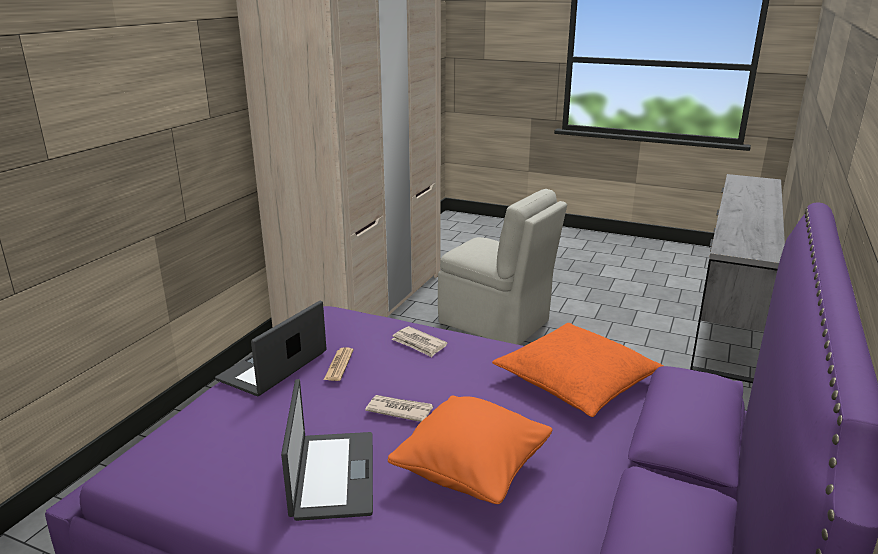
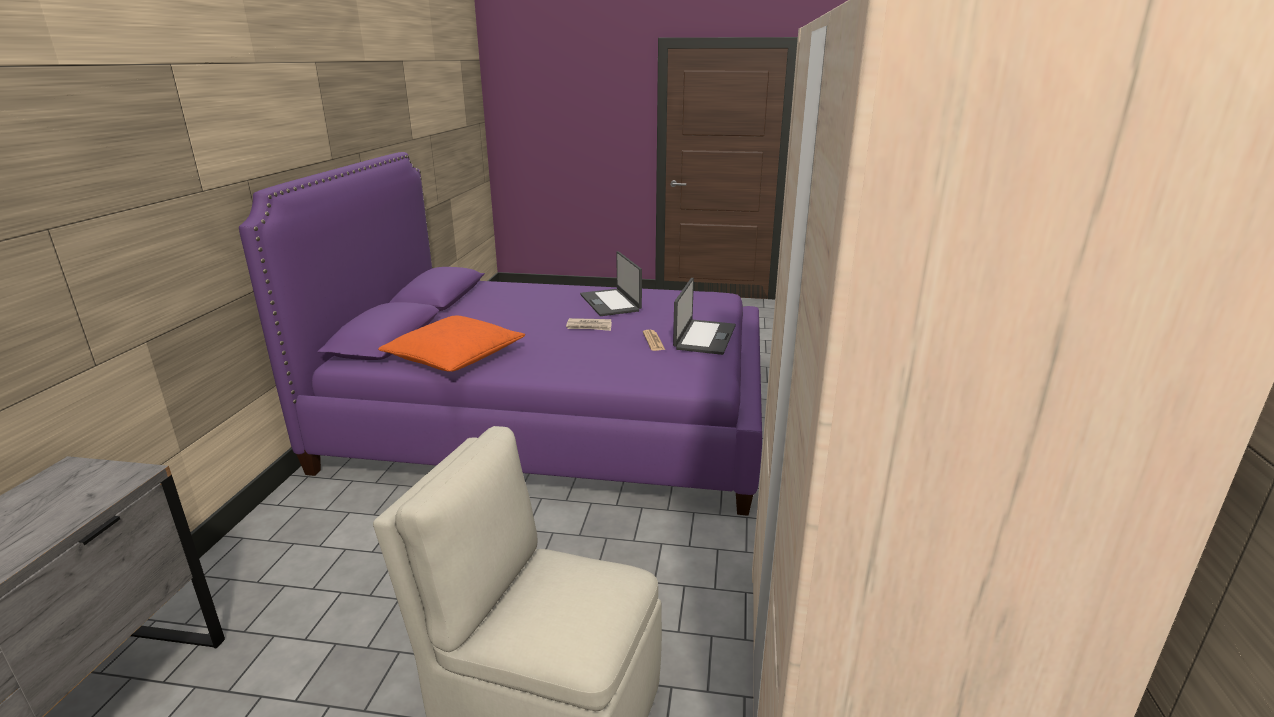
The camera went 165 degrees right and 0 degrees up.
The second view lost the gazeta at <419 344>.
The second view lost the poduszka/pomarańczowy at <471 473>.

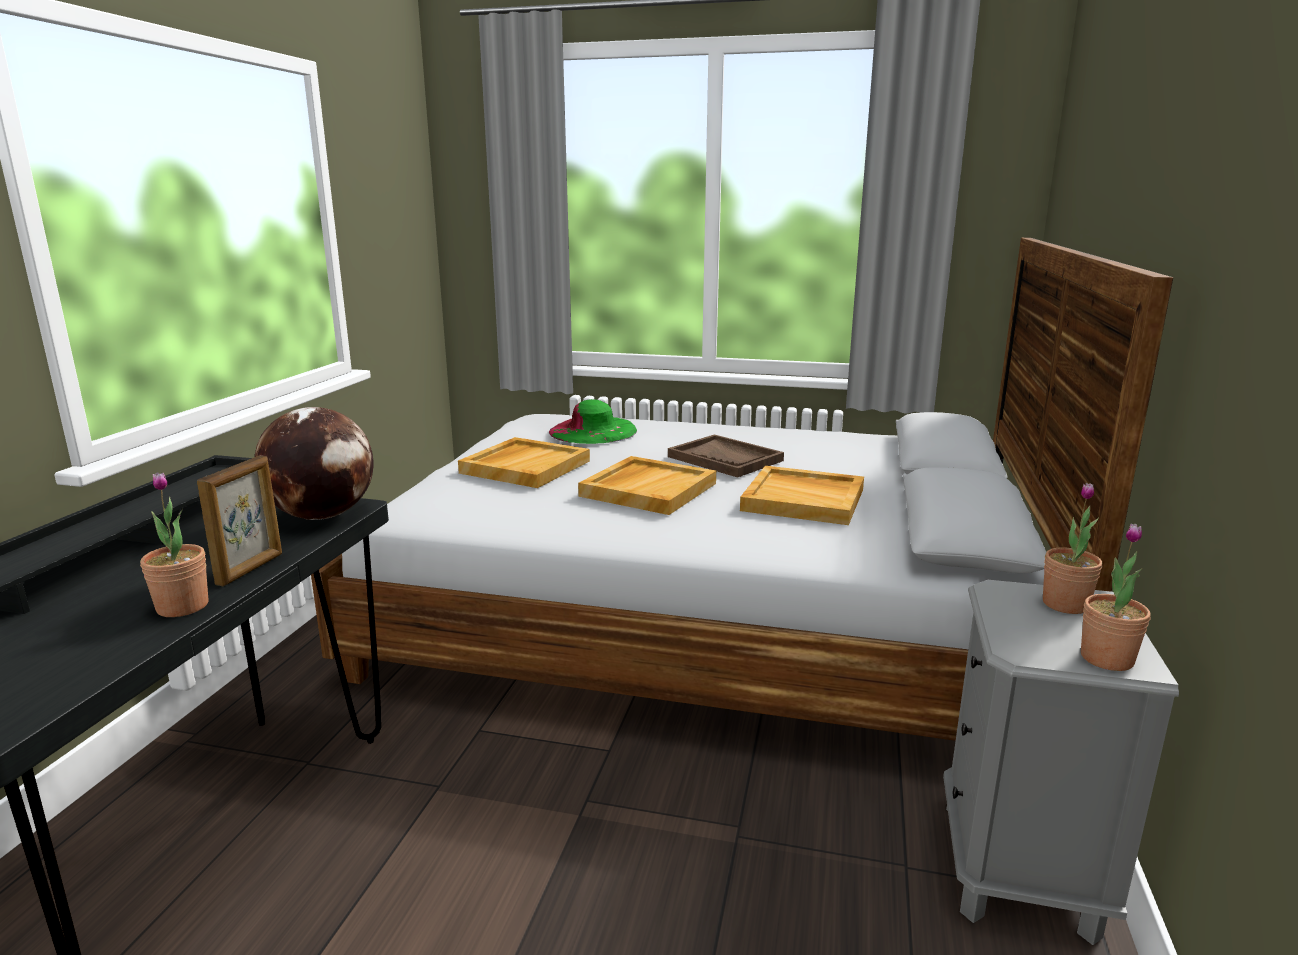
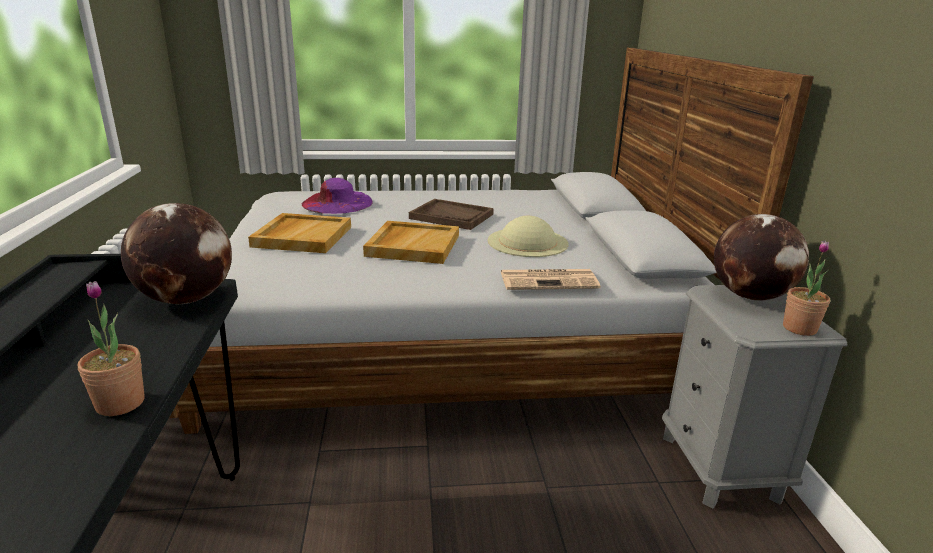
The camera went 20 degrees left and 5 degrees up.
What was the kapelusz/zielony at <593 431> turned into the kapelusz/fioletowy at <337 203>.
The second view lost the ramka na zdjęcie at <251 569>.
Where the taca/beżowy stood at <804 499>, the kapelusz/beżowy came to stand at <527 242>.
Where the roślina doniczkowa stood at <1065 604>, the globus came to stand at <750 296>.
The second view gained the gazeta at <549 280>.

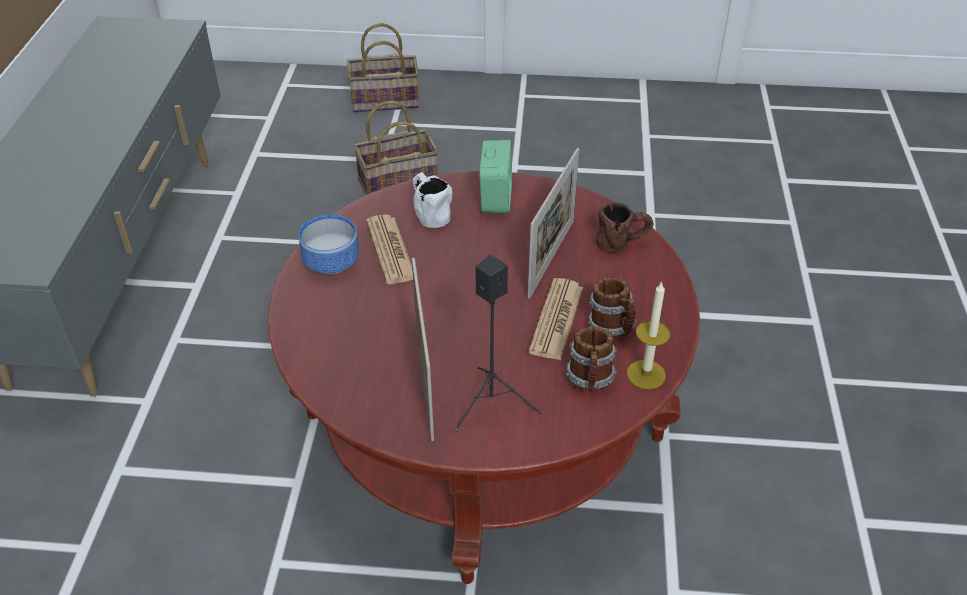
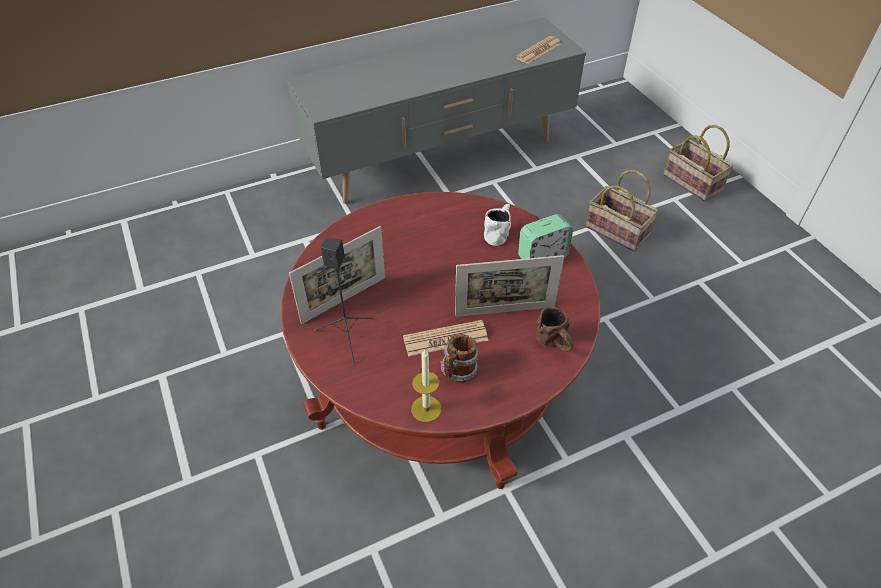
The camera went 60 degrees right and 5 degrees up.
The gazeta ended up elsewhere, having gone from <390 250> to <538 51>.
The second view lost the miska at <333 264>.
The second view lost the kubek at <590 381>.

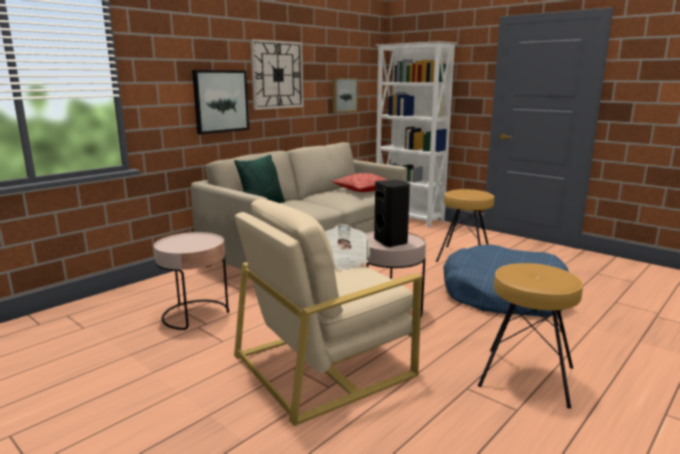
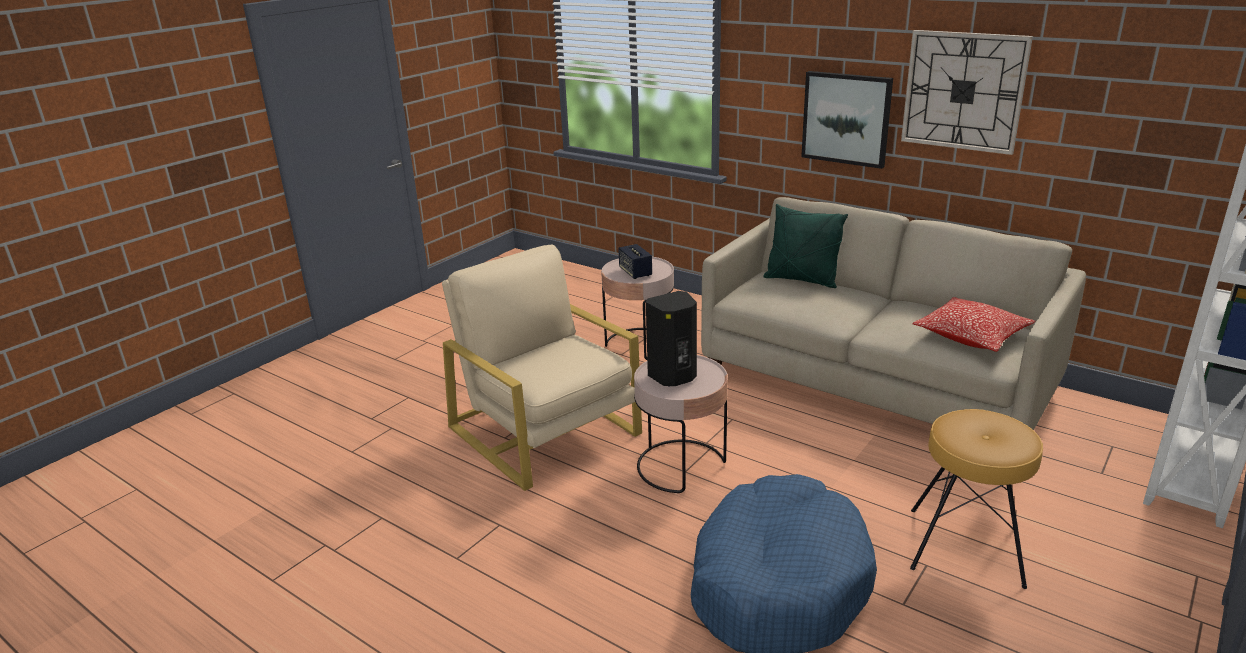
The camera went 85 degrees right and 10 degrees up.
The second view lost the obraz at <343 95>.
The second view lost the gazeta at <345 260>.
The second view lost the stołek/brązowy at <526 375>.
The second view gained the głośnik at <635 272>.

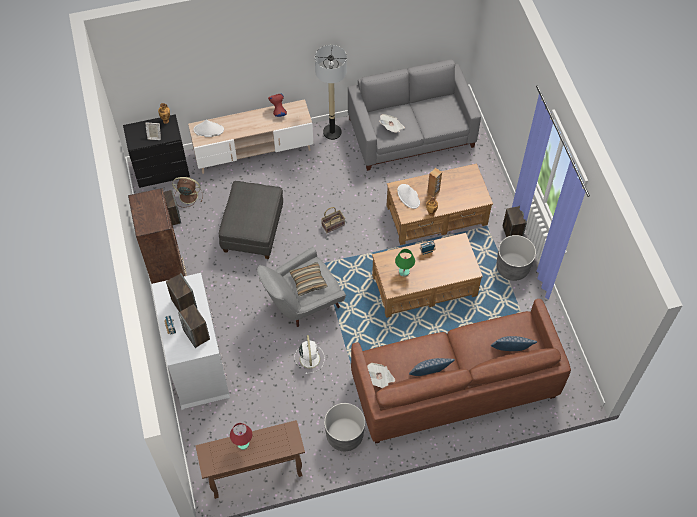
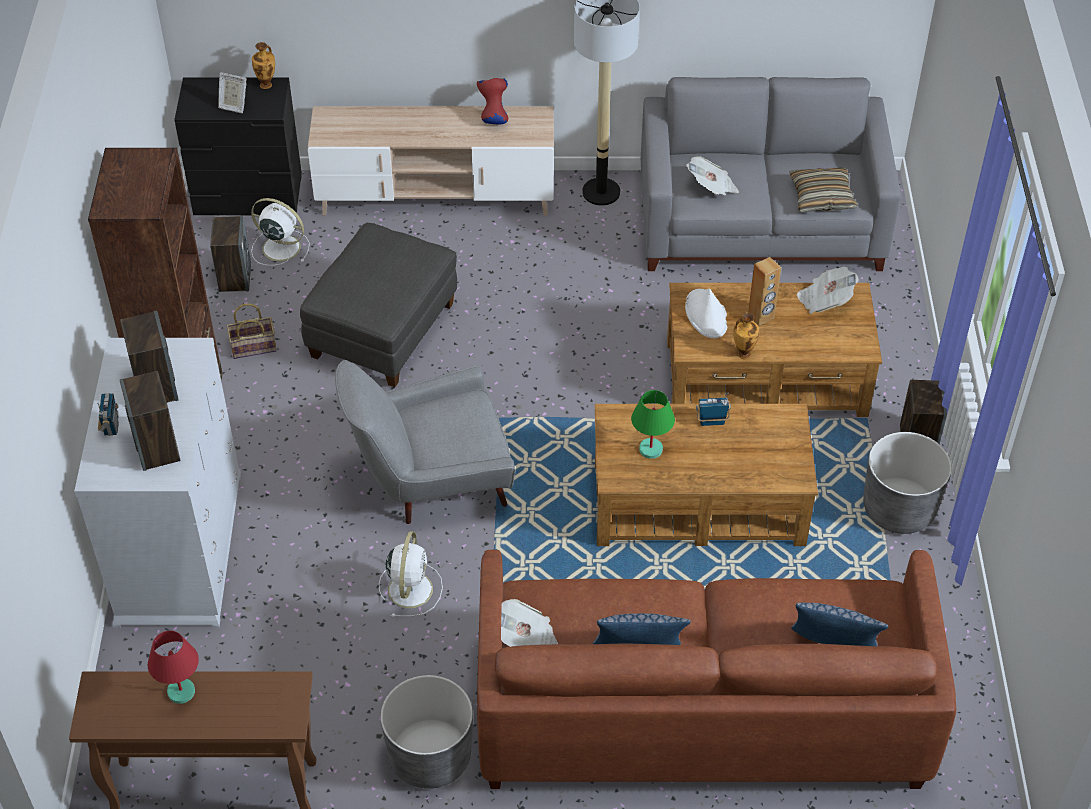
The camera went 15 degrees right and 10 degrees down.
The second view lost the kapelusz/biały at <208 130>.
What was the wentylator/brązowy at <187 196> turned into the wentylator/biały at <279 247>.
The koszyk ended up elsewhere, having gone from <333 224> to <254 346>.
The poduszka ended up elsewhere, having gone from <308 281> to <821 197>.
The second view gained the gazeta at <825 300>.

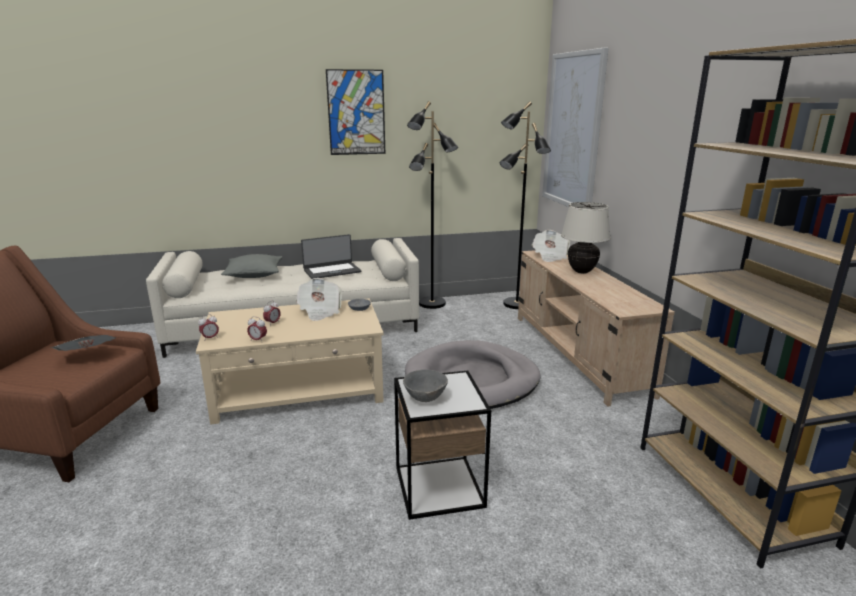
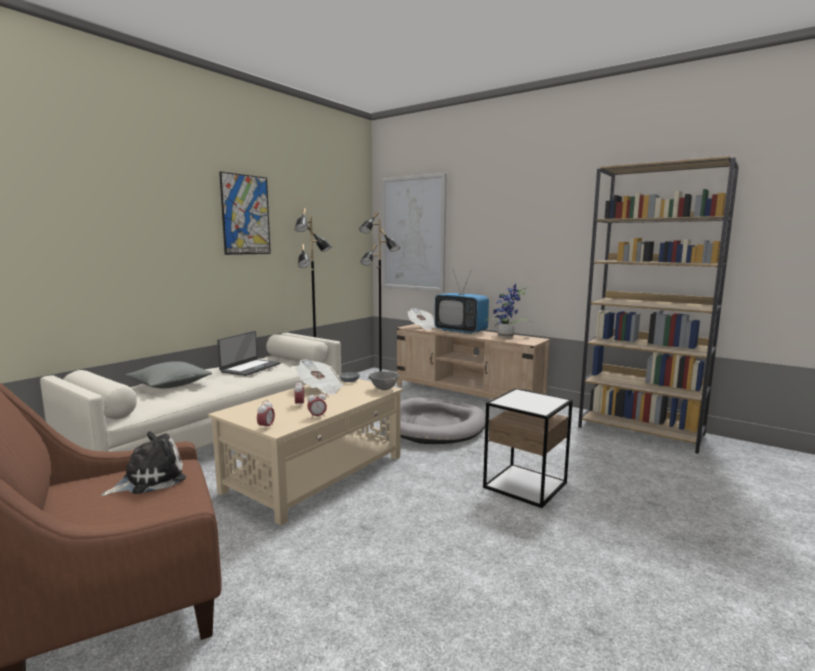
The camera went 40 degrees left and 10 degrees down.
Where the lampa stołowa/beżowy stood at <582 271>, the telewizor came to stand at <461 331>.
Where the gazeta stood at <88 357>, the pluszak came to stand at <150 479>.
The miska/szary ended up elsewhere, having gone from <425 399> to <384 389>.
The second view gained the roślina doniczkowa at <506 337>.

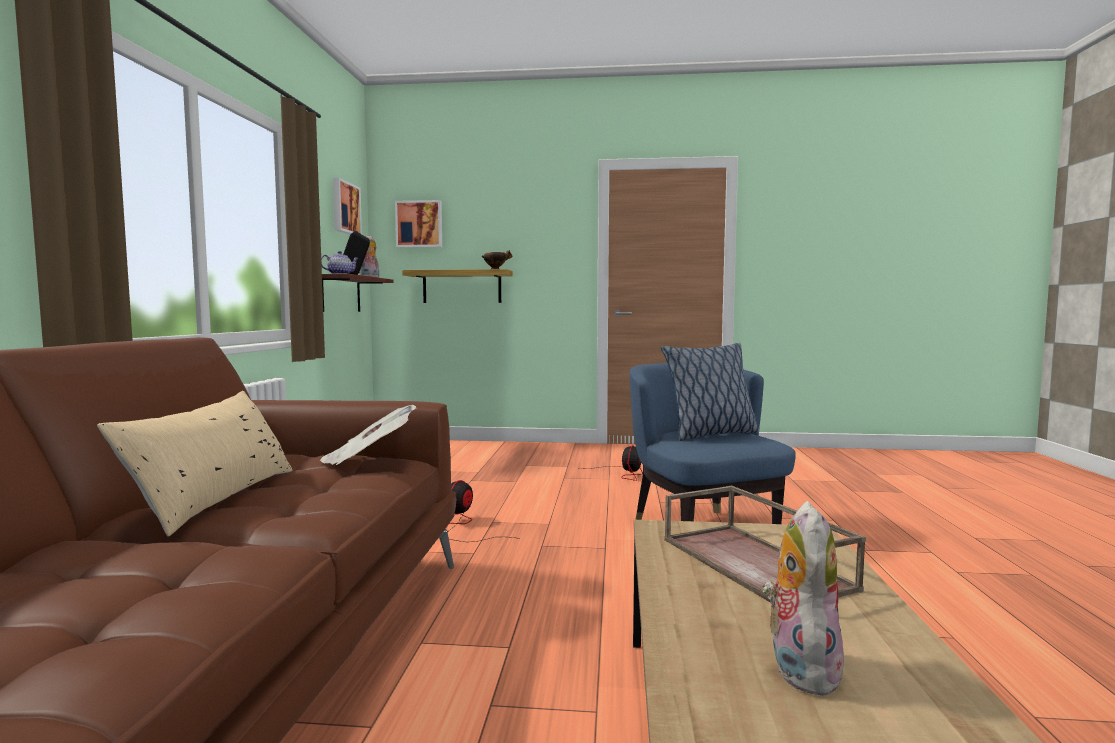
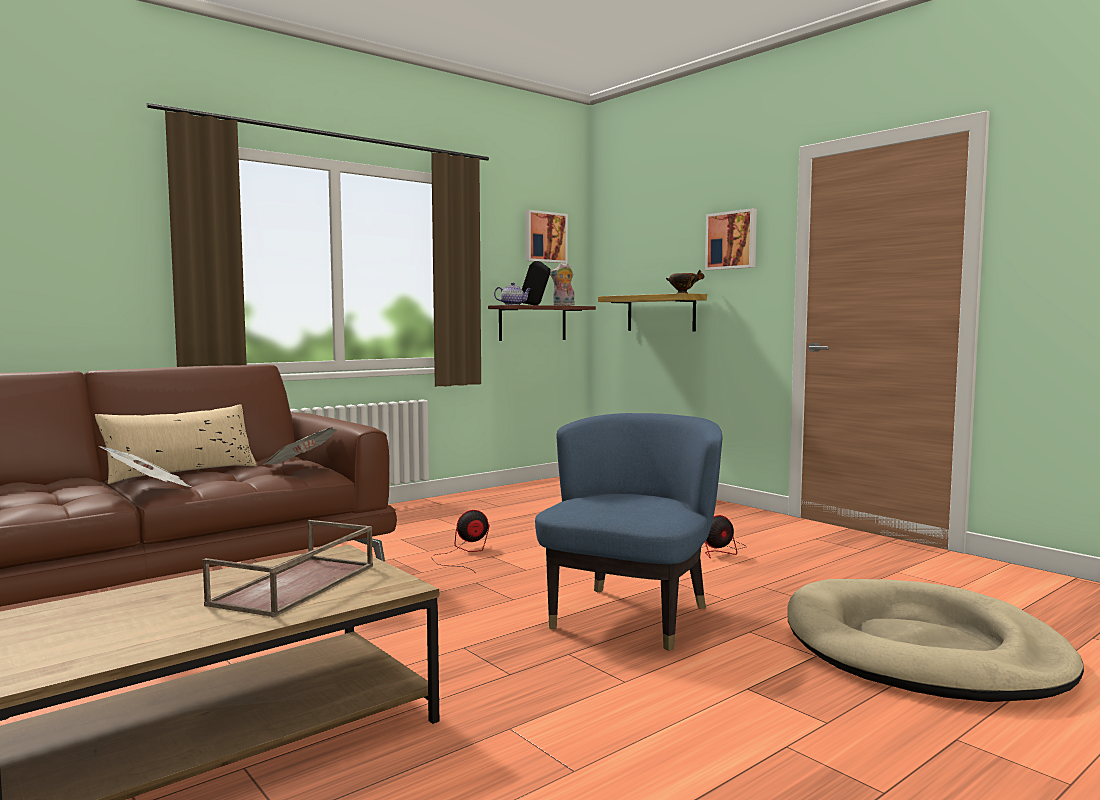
The camera went 45 degrees right and 0 degrees up.
The obraz ended up elsewhere, having gone from <419 224> to <732 240>.
The second view lost the poduszka at <710 435>.
The second view lost the pluszak at <799 667>.
The second view gained the gazeta at <149 489>.
The second view gained the legowisko/beżowy at <922 650>.

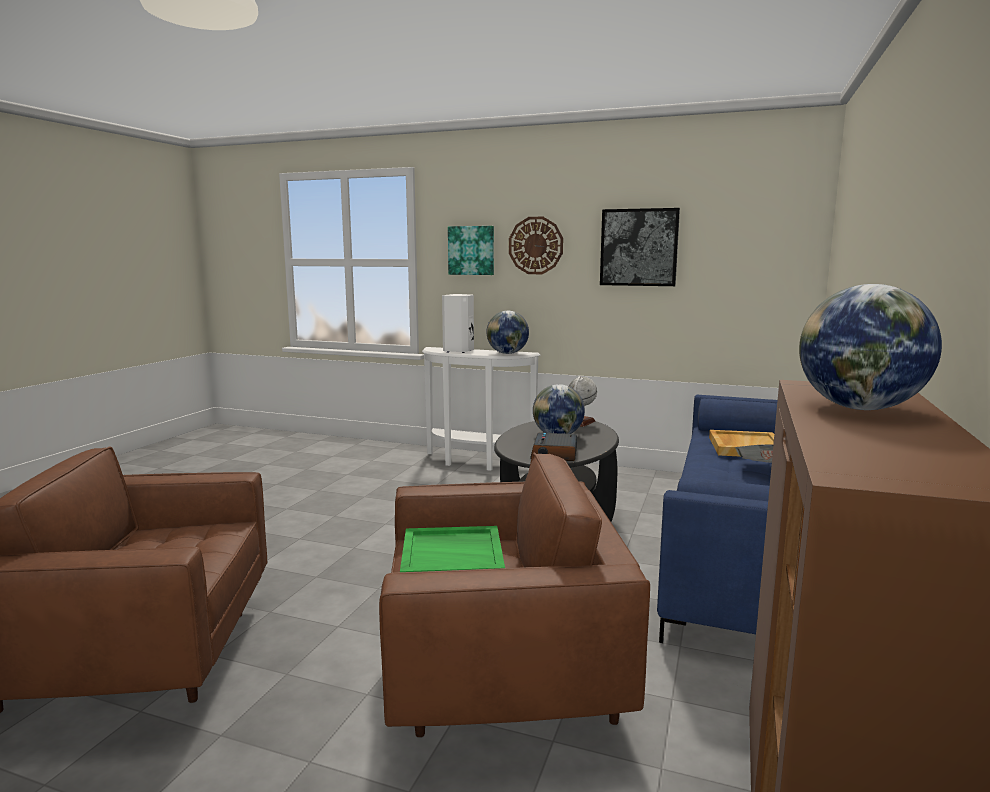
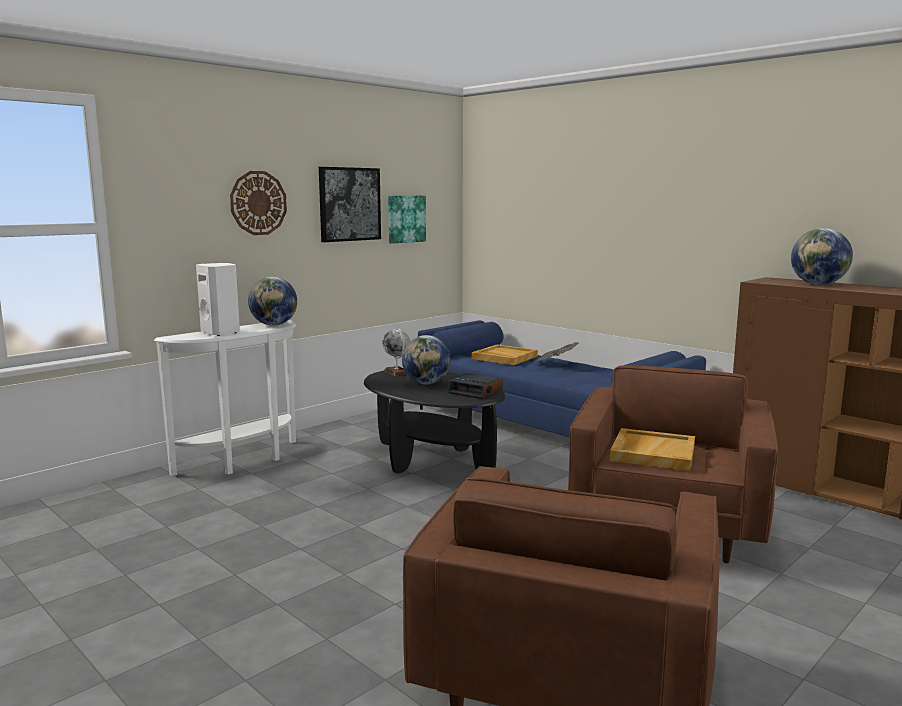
The camera went 65 degrees left and 0 degrees up.
The obraz ended up elsewhere, having gone from <471 250> to <405 219>.
What was the taca/zielony at <453 559> turned into the taca/beżowy at <652 452>.

